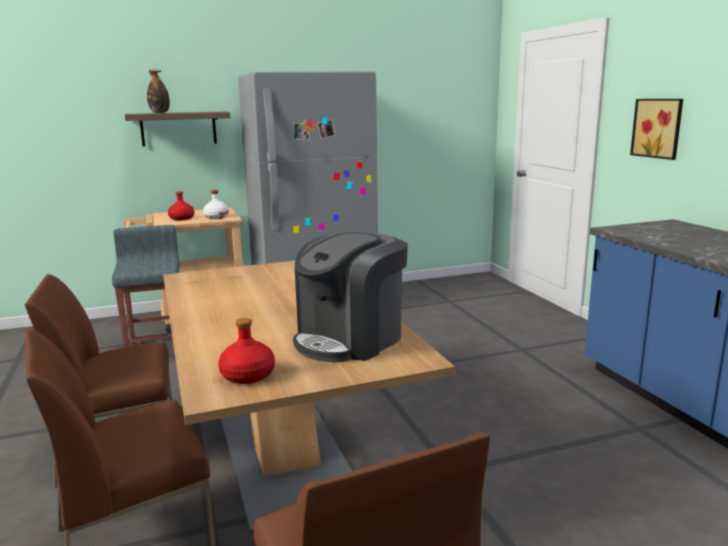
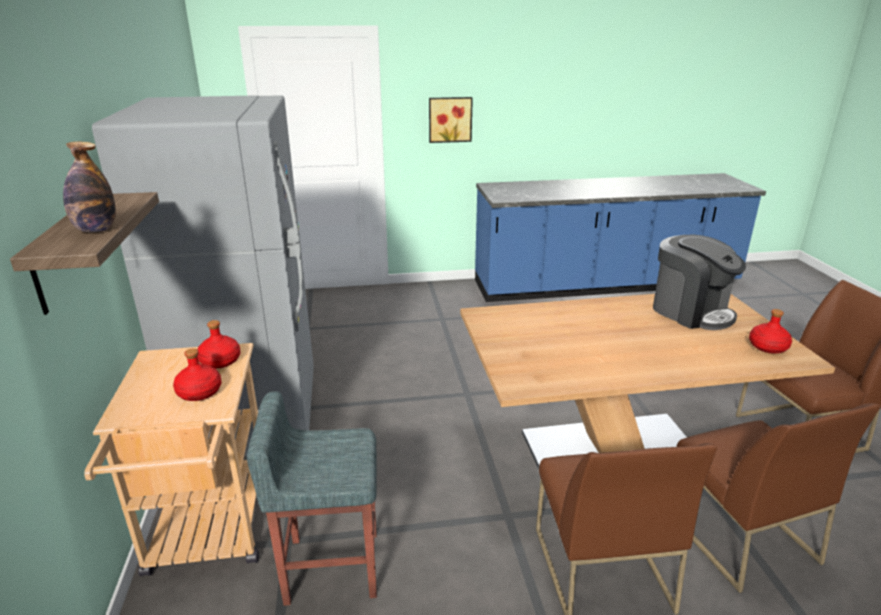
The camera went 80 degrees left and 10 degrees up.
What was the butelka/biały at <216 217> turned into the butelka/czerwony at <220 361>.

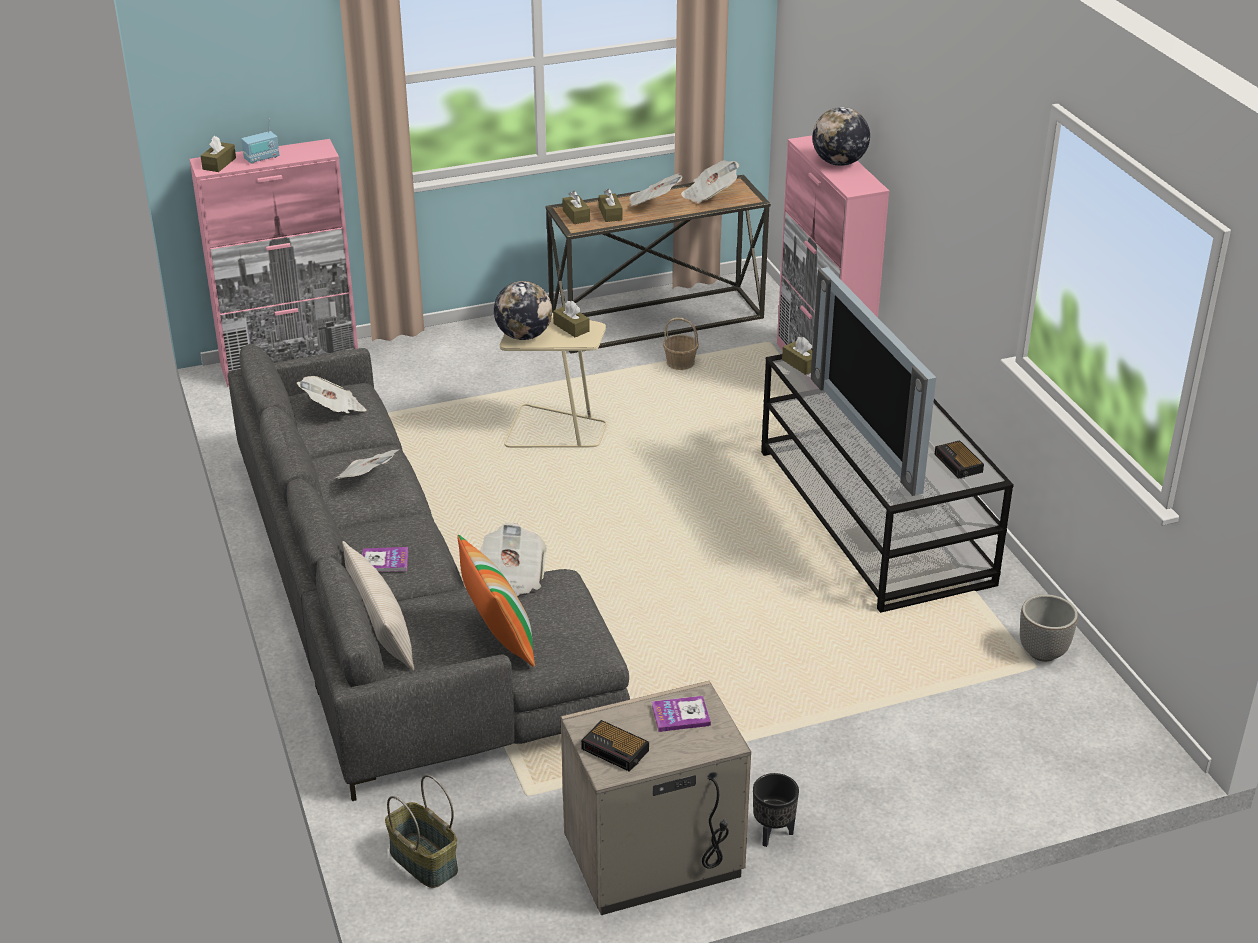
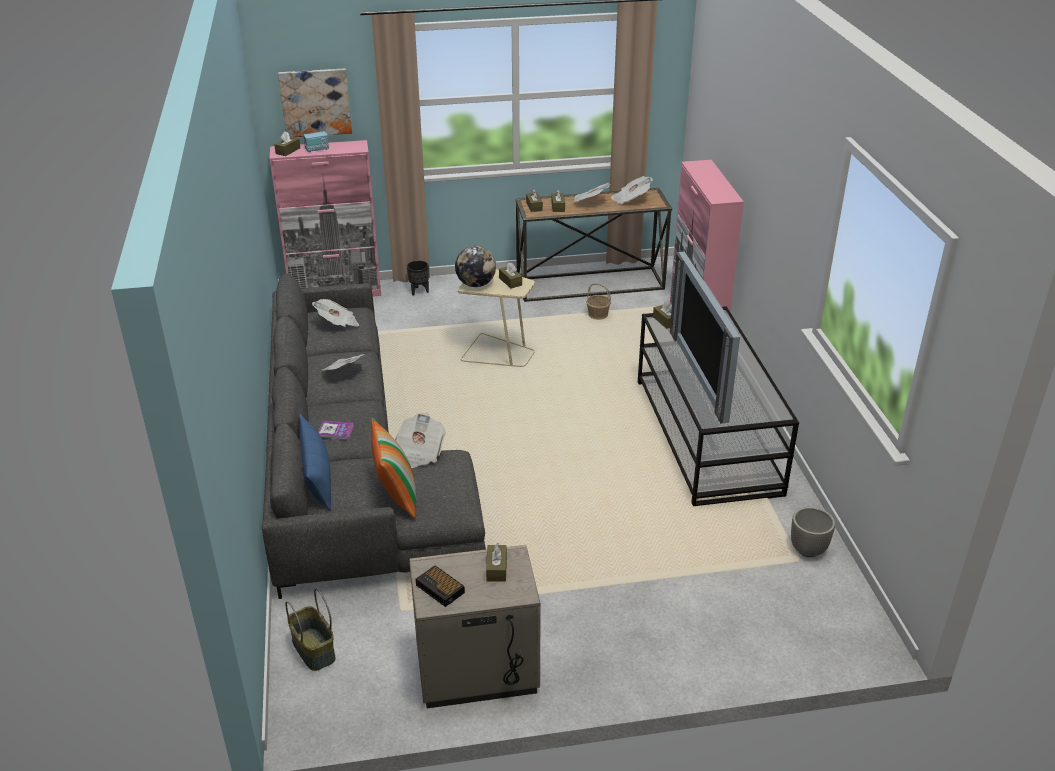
The camera went 10 degrees right and 0 degrees up.
The second view lost the globus at <839 163>.
The second view lost the budzik at <959 464>.
What was the poduszka/beżowy at <380 630> turned into the poduszka/niebieski at <317 479>.
Where the książka stood at <680 715>, the pudełko chusteczek/brązowy came to stand at <496 568>.
The donica/czarny ended up elsewhere, having gone from <772 834> to <419 291>.
The second view gained the obraz at <315 102>.

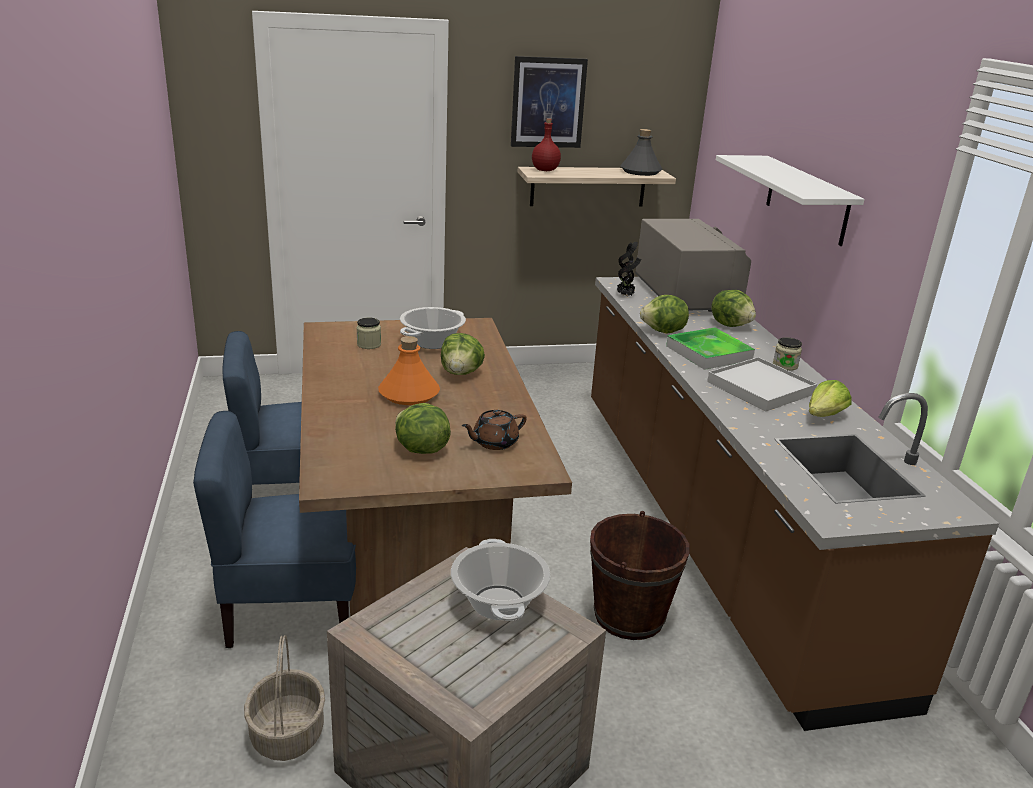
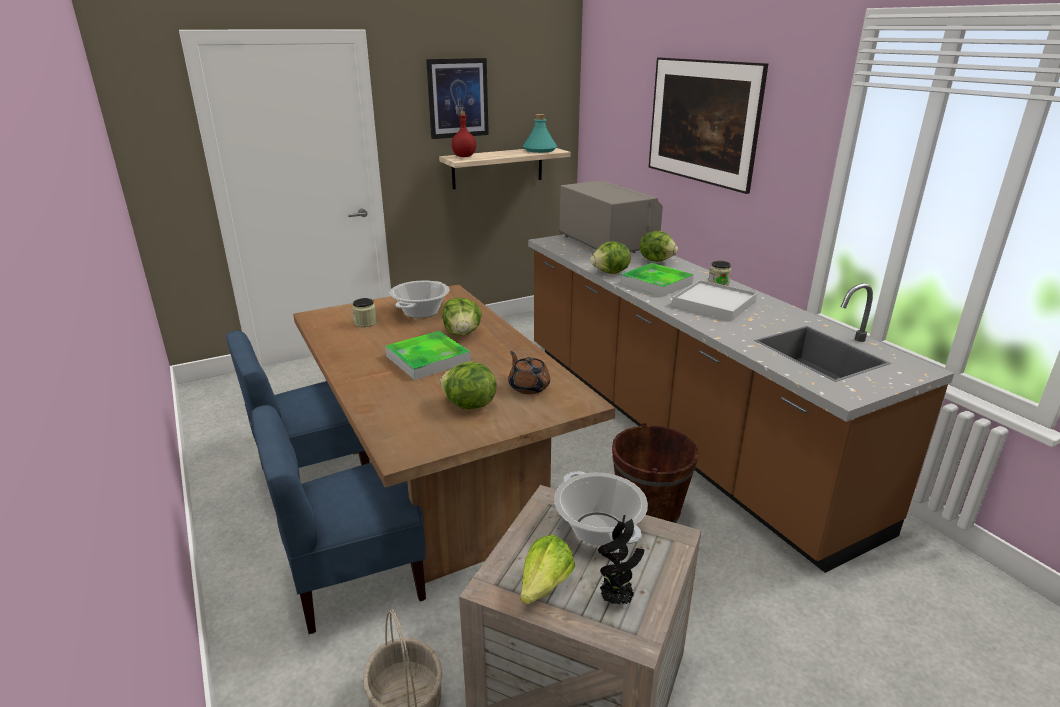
The camera went 15 degrees left and 0 degrees up.
What was the butelka/szary at <640 172> turned into the butelka/turkusowy at <539 150>.
Where the półka/biały hung at <806 199>, the obraz came to hang at <699 151>.
The roślina doniczkowa ended up elsewhere, having gone from <626 296> to <617 600>.
Where the butelka/pomarańczowy stood at <408 394>, the taca came to stand at <428 359>.
The sałata ended up elsewhere, having gone from <824 416> to <545 586>.
The imbryk/brązowy at <494 442> ended up facing another way, 105 degrees clockwise from before.

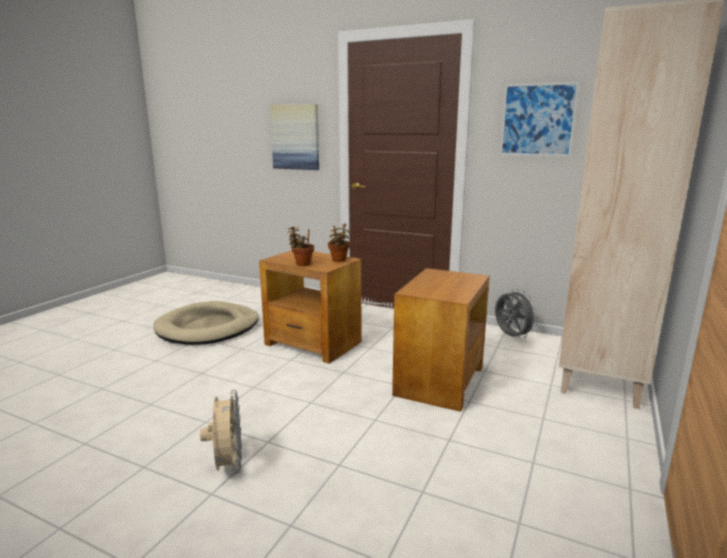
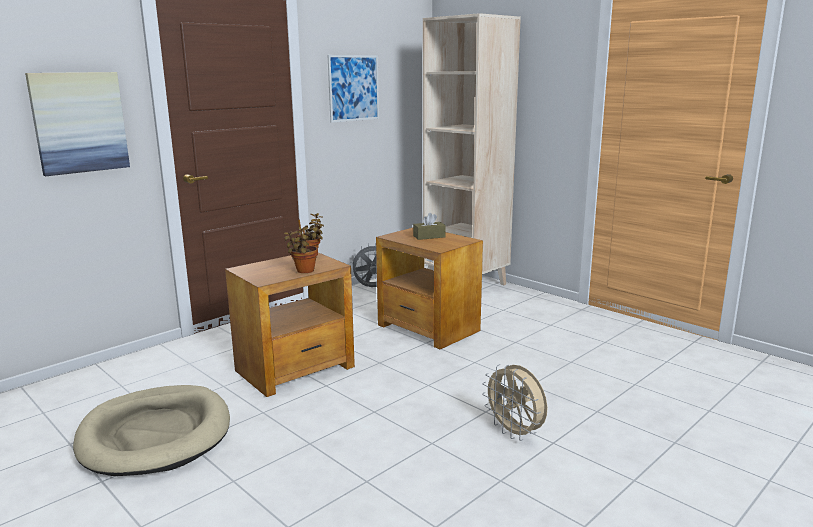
The camera went 70 degrees left and 0 degrees up.
The wentylator/beżowy at <228 465> ended up facing another way, 135 degrees counterclockwise from before.
The second view gained the pudełko chusteczek/brązowy at <429 236>.

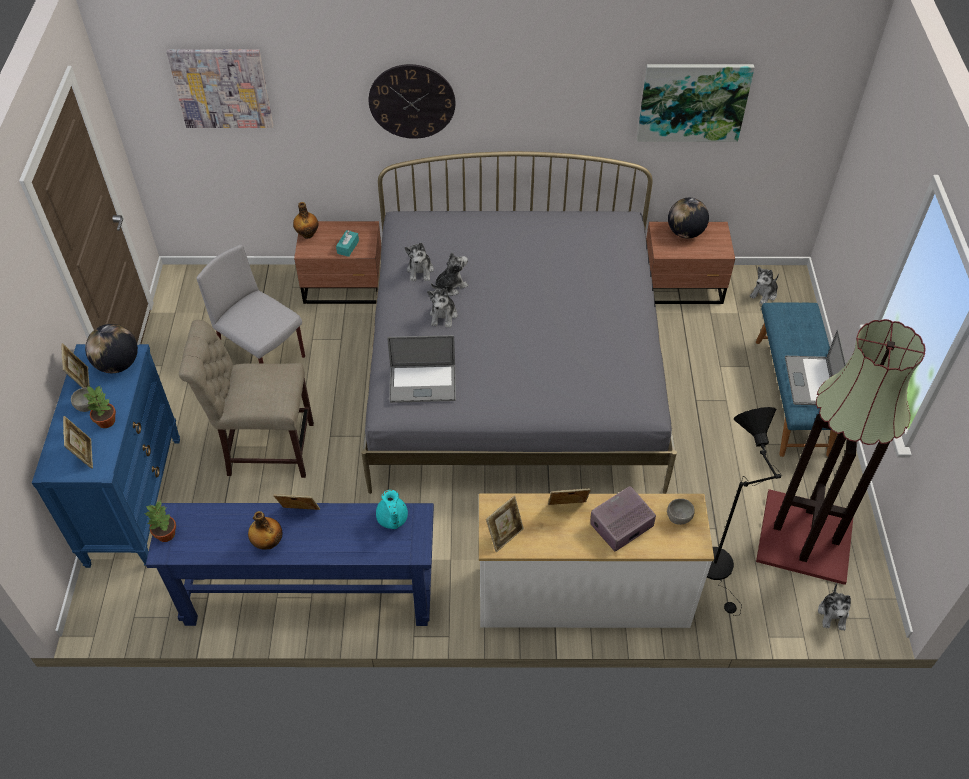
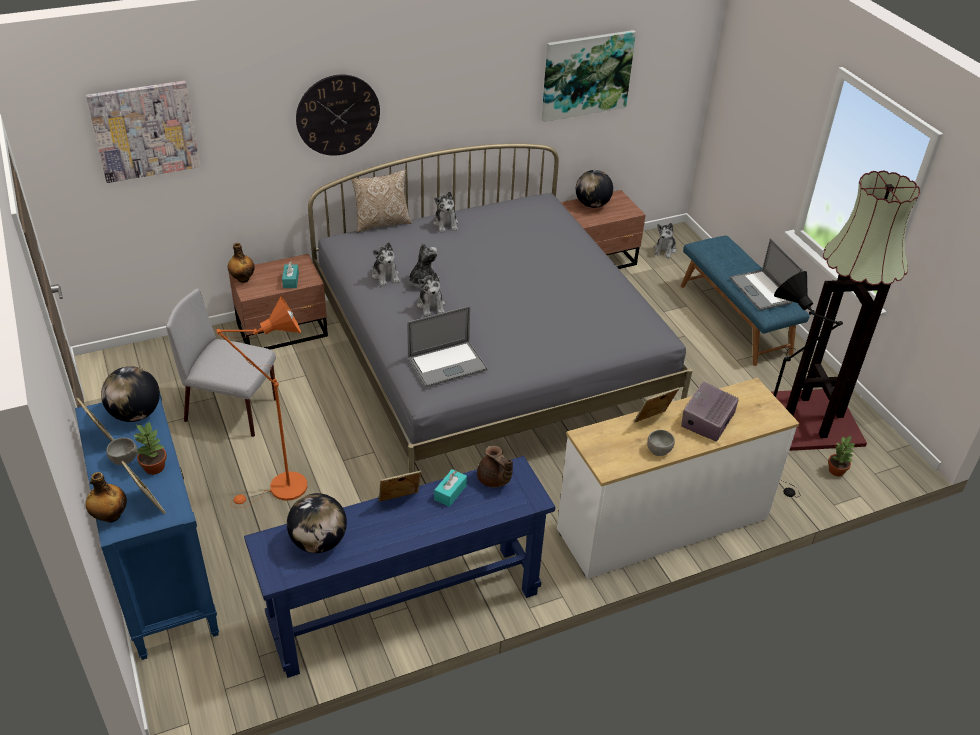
The camera went 25 degrees left and 10 degrees down.
Where the krzesło/beżowy stood at <265 448>, the lampa stojąca/pomarańczowy came to stand at <281 490>.
What was the imbryk/turkusowy at <392 519> turned into the imbryk/brązowy at <494 480>.
The second view lost the ramka na zdjęcie at <504 535>.
The miska/szary ended up elsewhere, having gone from <678 517> to <658 450>.
The roślina doniczkowa ended up elsewhere, having gone from <166 534> to <837 470>.
The butelka ended up elsewhere, having gone from <268 542> to <110 516>.
The pluszak ended up elsewhere, having gone from <833 614> to <446 224>.
The second view gained the poduszka at <382 223>.
The second view gained the pudełko chusteczek/turkusowy at <450 492>.
The second view gained the globus at <319 542>.

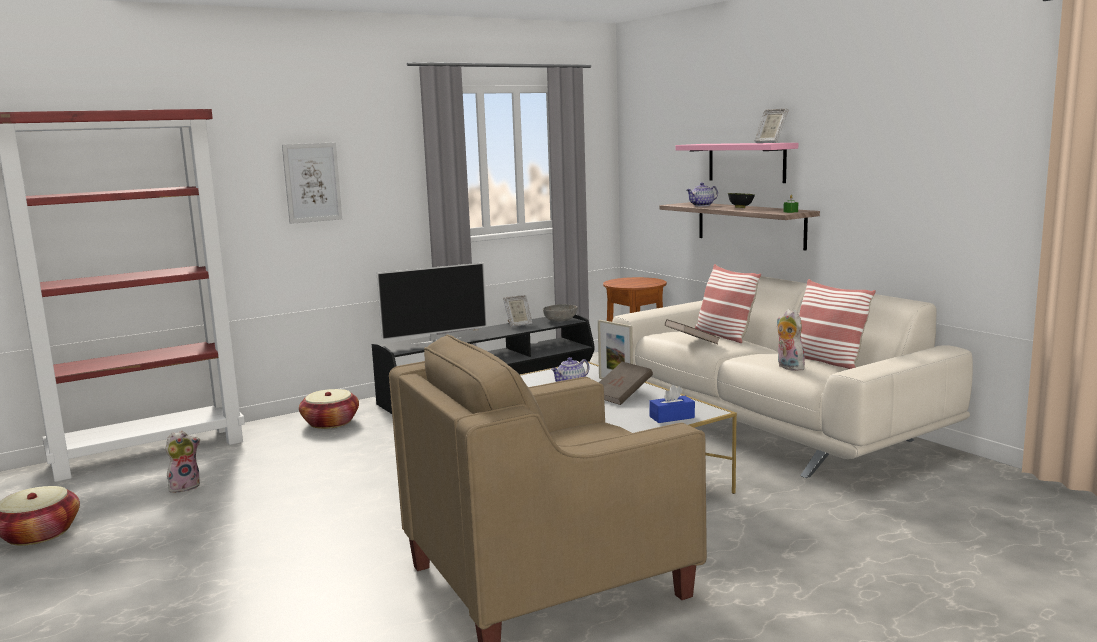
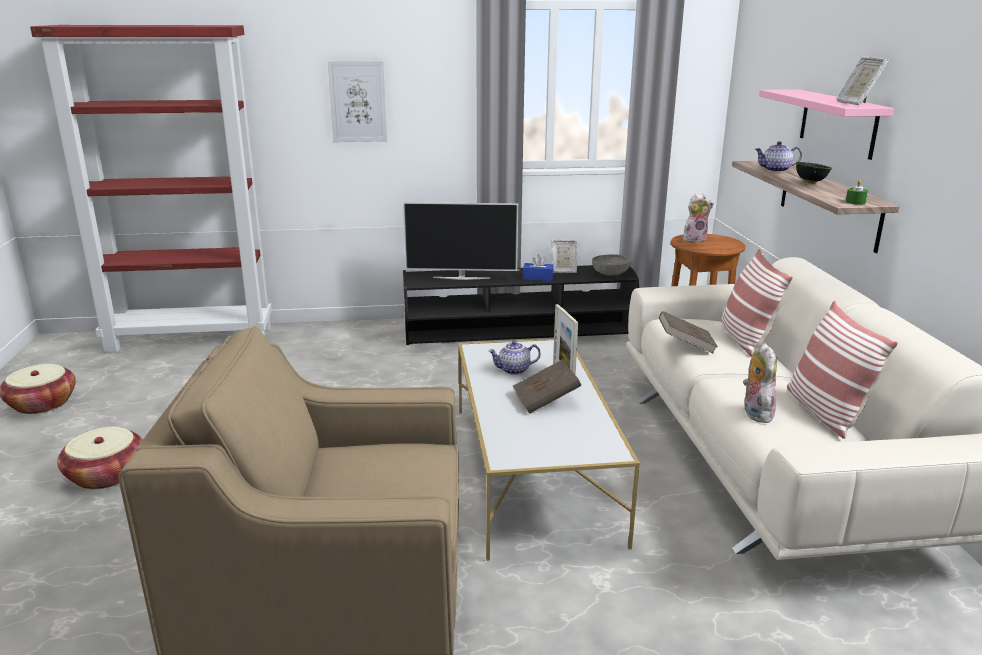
The camera went 25 degrees right and 10 degrees up.
The pudełko chusteczek/niebieski ended up elsewhere, having gone from <672 417> to <537 278>.
The koszyk ended up elsewhere, having gone from <330 422> to <106 475>.
The pluszak ended up elsewhere, having gone from <185 486> to <694 239>.

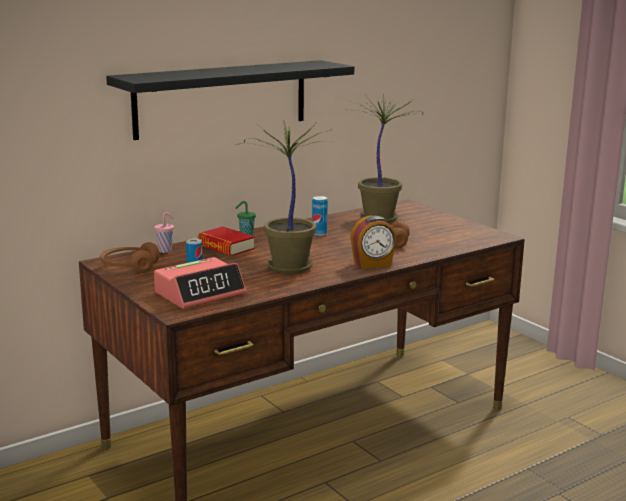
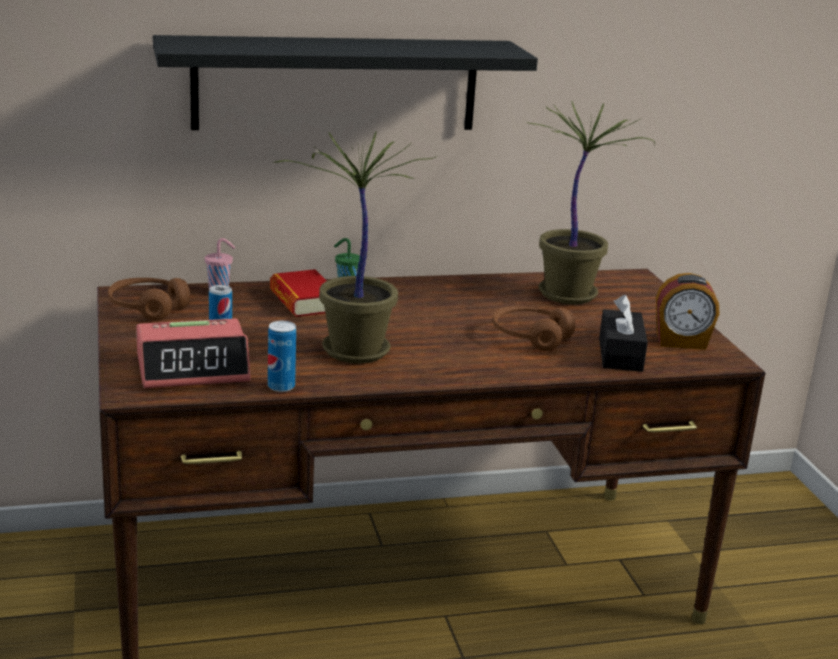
The camera went 20 degrees right and 5 degrees up.
The puszka ended up elsewhere, having gone from <319 233> to <281 387>.
The budzik ended up elsewhere, having gone from <372 264> to <681 342>.
The second view gained the pudełko chusteczek/czarny at <620 354>.

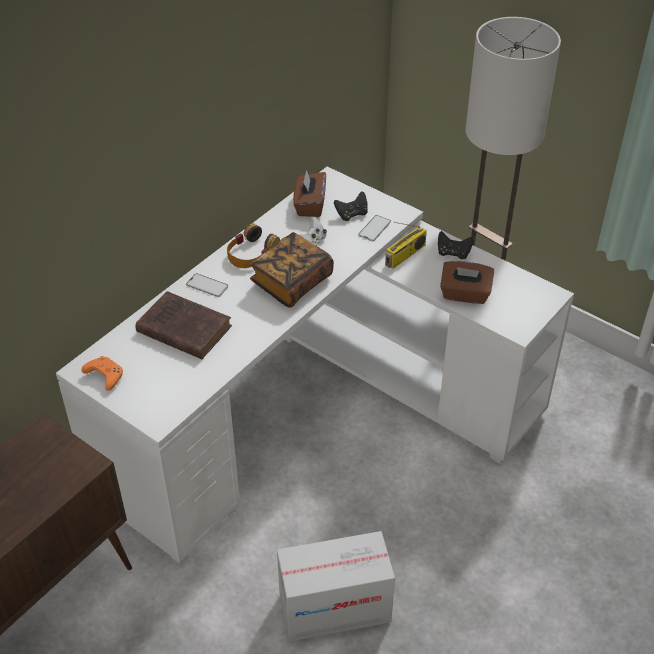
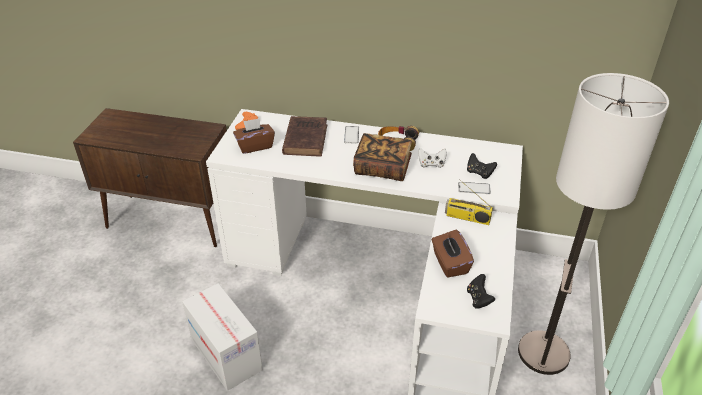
The camera went 65 degrees right and 5 degrees down.
The pudełko chusteczek/brązowy ended up elsewhere, having gone from <310 205> to <255 146>.
The pad do gier/czarny ended up elsewhere, having gone from <453 253> to <478 299>.

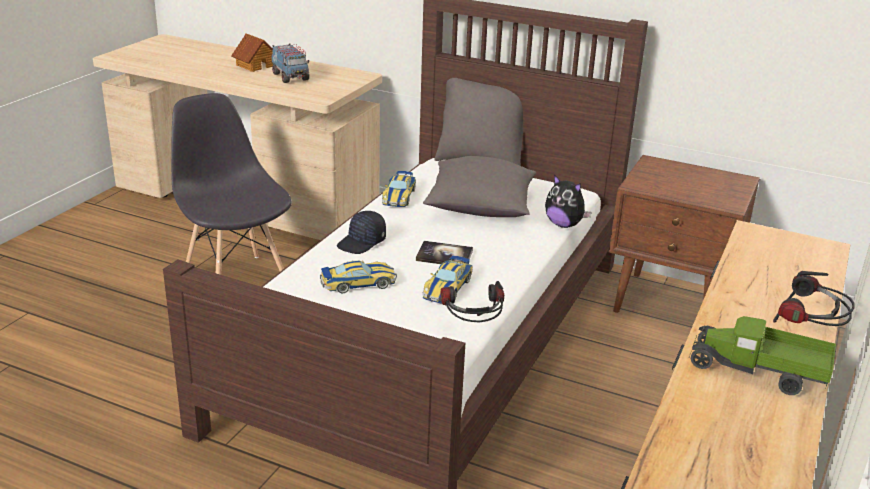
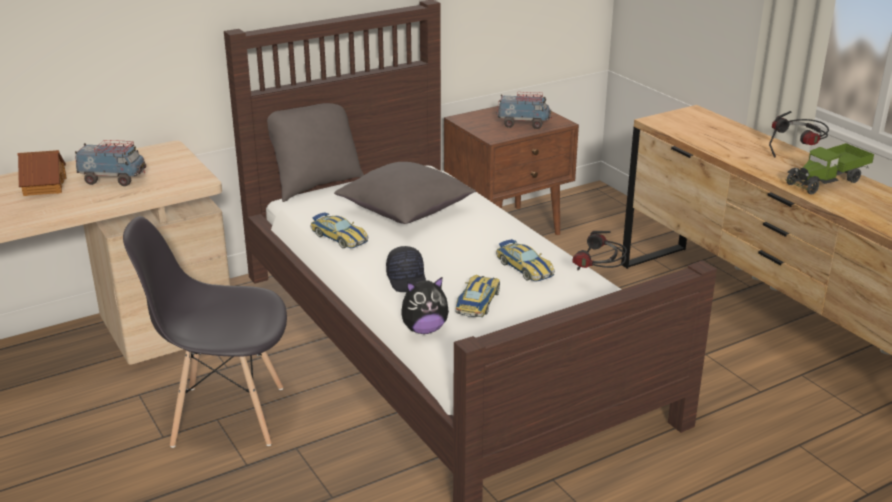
The camera went 55 degrees left and 0 degrees up.
The pluszak ended up elsewhere, having gone from <564 225> to <424 329>.
The second view lost the książka at <444 255>.
The second view gained the ciężarówka zabawkowa at <523 124>.

